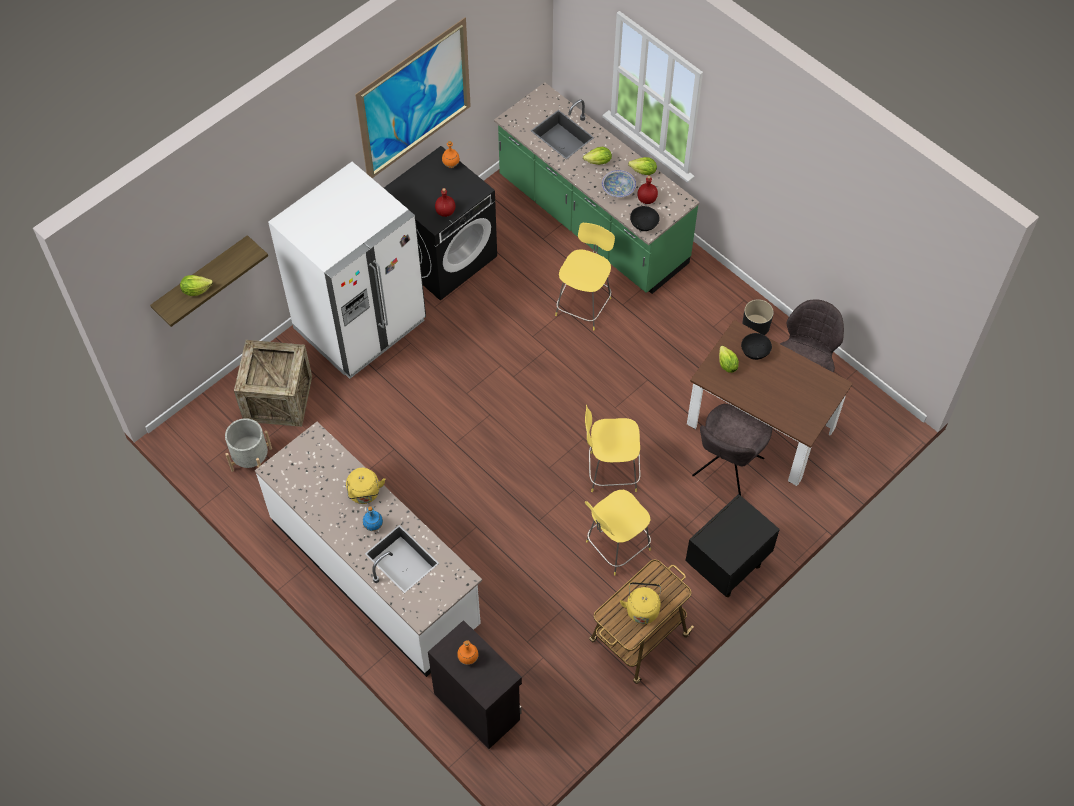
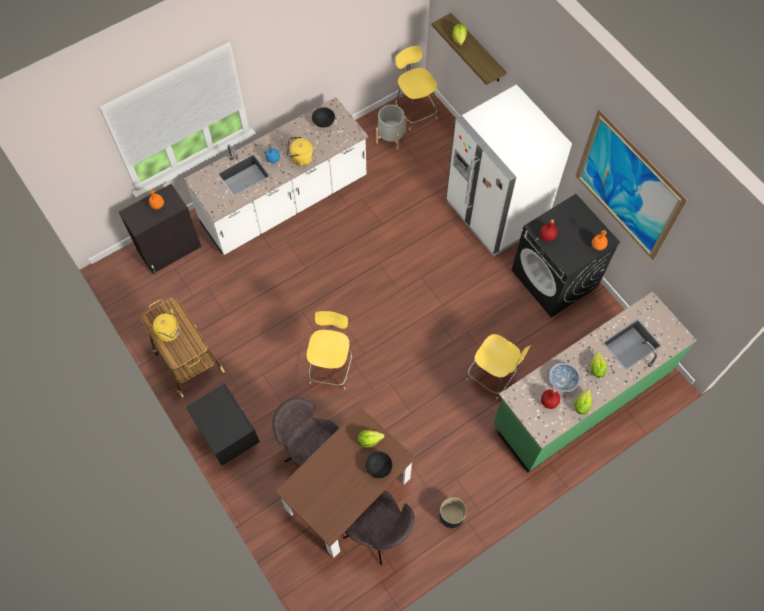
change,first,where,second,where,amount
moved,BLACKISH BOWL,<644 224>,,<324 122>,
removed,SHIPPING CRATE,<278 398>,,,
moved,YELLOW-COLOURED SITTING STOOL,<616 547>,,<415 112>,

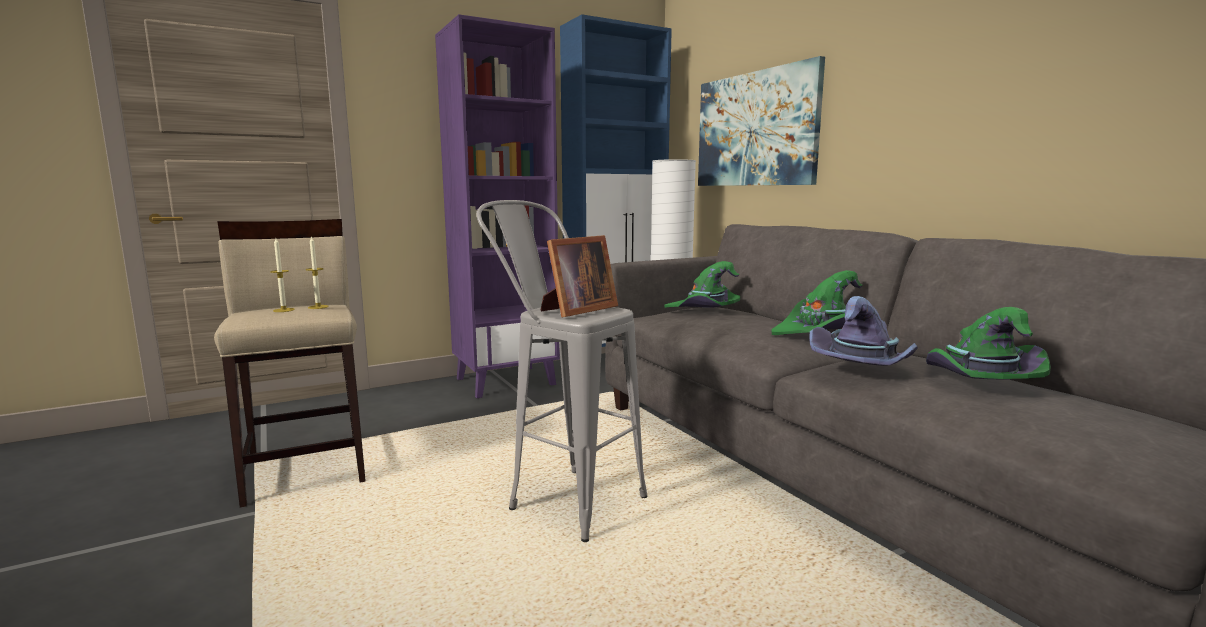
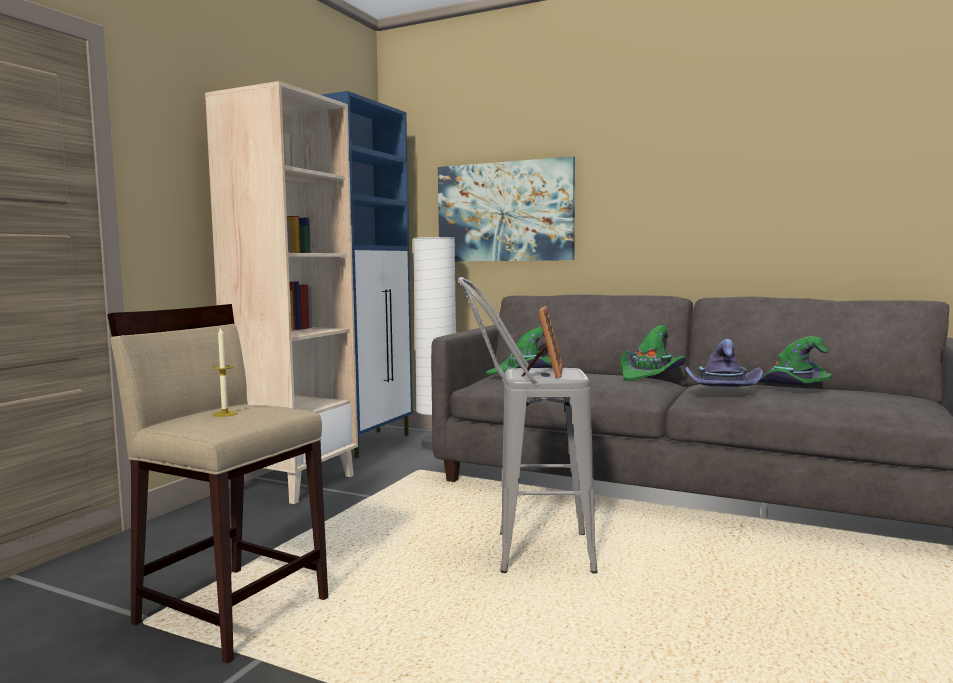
change,first,where,second,where,amount
recoloured,PURPLISH BOOKSHELF,<506 381>,BEIGE BOOKSHELF,<295 483>,
removed,CANDLE,<318 307>,,,

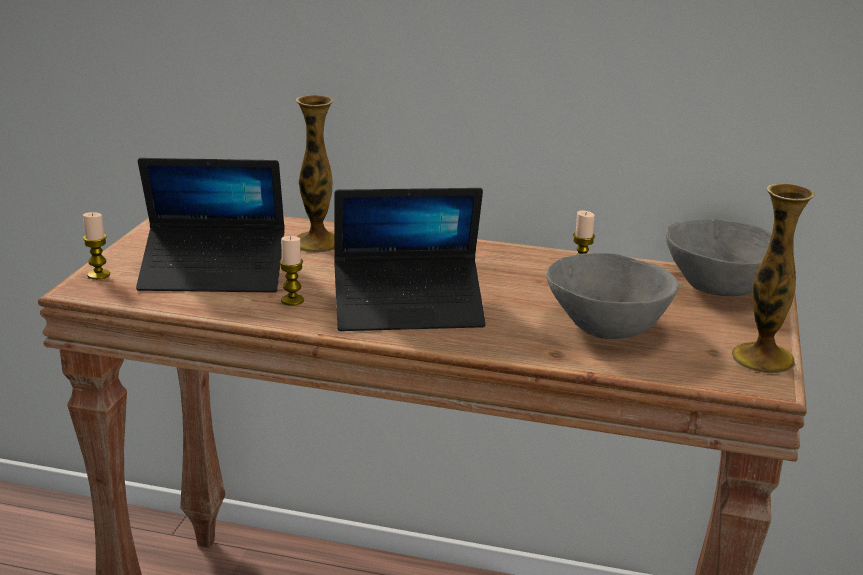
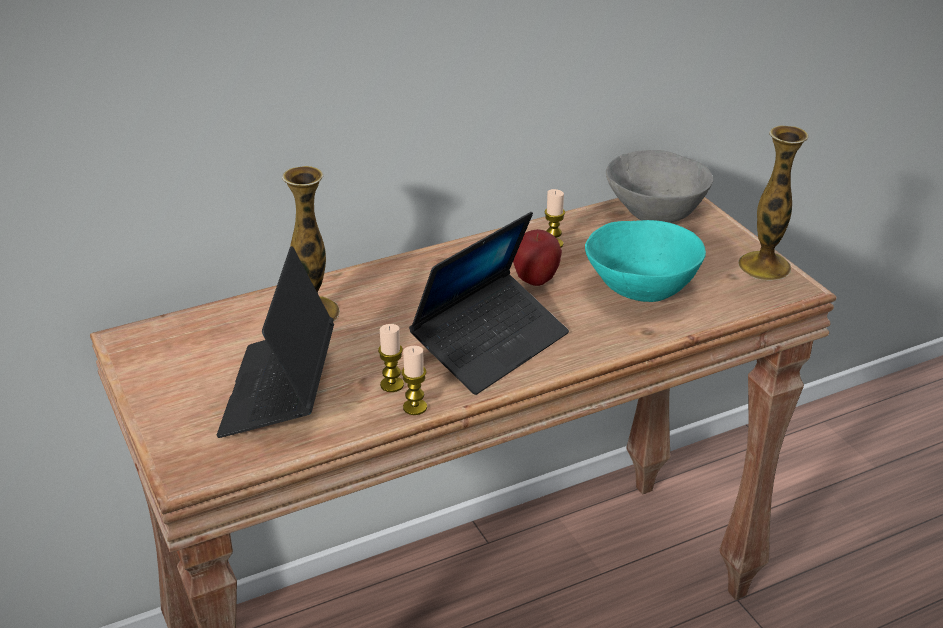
change,first,where,second,where,amount
turned,LAPTOP,<214 273>,,<279 392>,135 degrees clockwise
moved,CANDLE,<98 275>,,<415 407>,
recoloured,GREY BOWL,<608 326>,TURQUOISE BOWL,<643 287>,
added,,,APPLE,<535 280>,

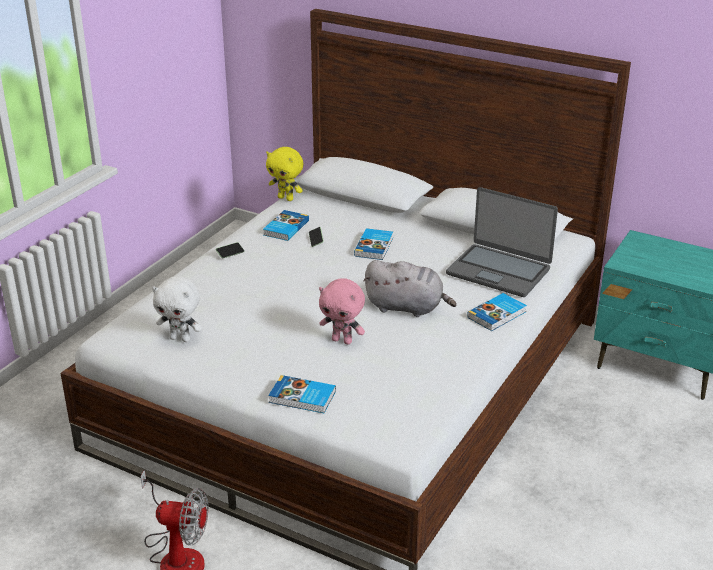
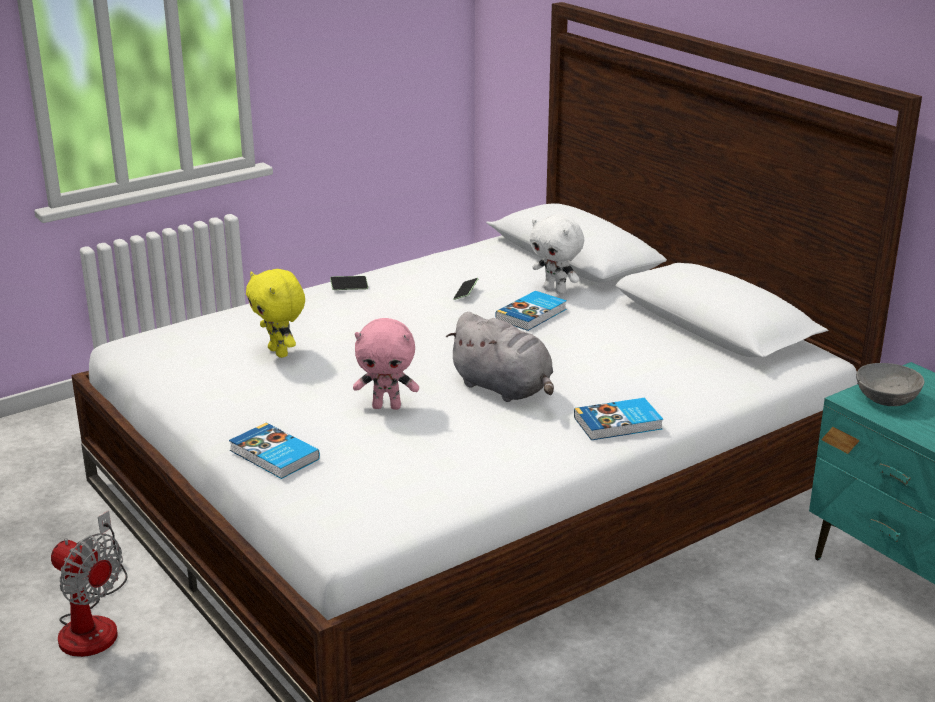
change,first,where,second,where,amount
moved,YELLOW-COLOURED CUDDLY TOY,<286 198>,,<280 352>,
removed,LAPTOP,<499 271>,,,
removed,BOUND BOOK,<285 228>,,,
moved,WHITE-COLOURED CUDDLY TOY,<181 338>,,<555 290>,
turned,PINK-COLOURED CUDDLY TOY,<342 340>,,<387 406>,45 degrees counterclockwise
added,,,GREY BOWL,<887 398>,

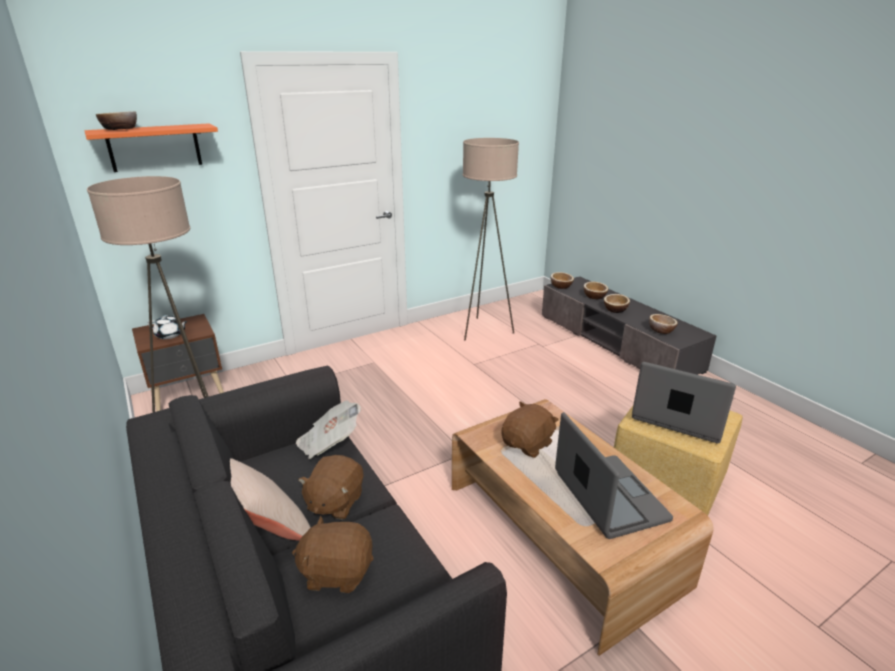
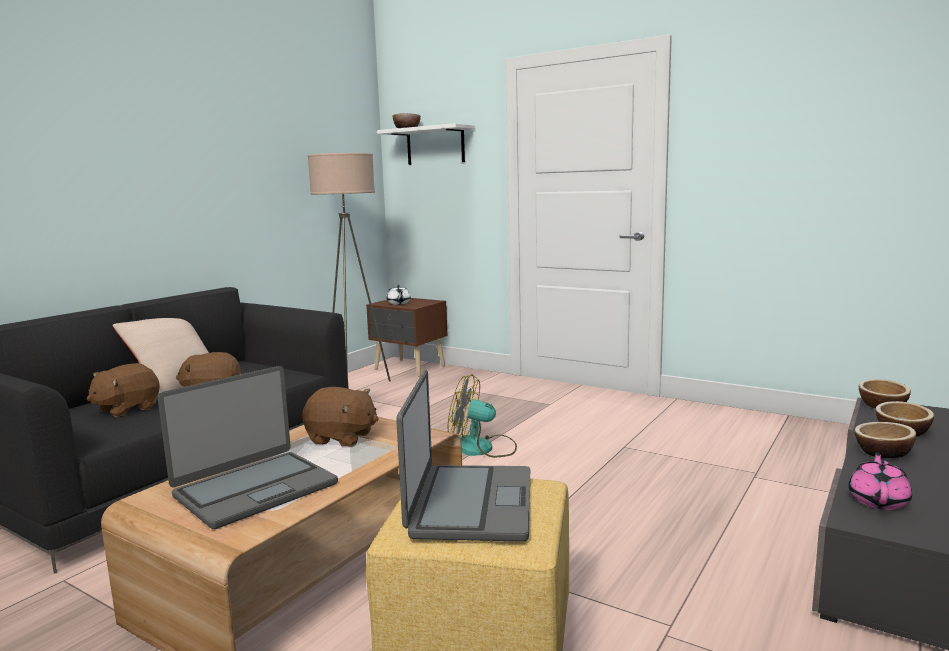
change,first,where,second,where,amount
recoloured,ORANGE SHELF,<154 147>,WHITE-COLOURED SHELF,<435 146>,
removed,BEIGE STANDARD LAMP,<484 330>,,,
replaced,BOWL,<661 330>,PINK-COLOURED TEAPOT,<878 500>,
removed,DAILY PAPER,<329 443>,,,
turned,BROWN-COLOURED CUDDLY TOY,<337 571>,,<127 409>,120 degrees counterclockwise
added,,,COOLING FAN,<482 448>,

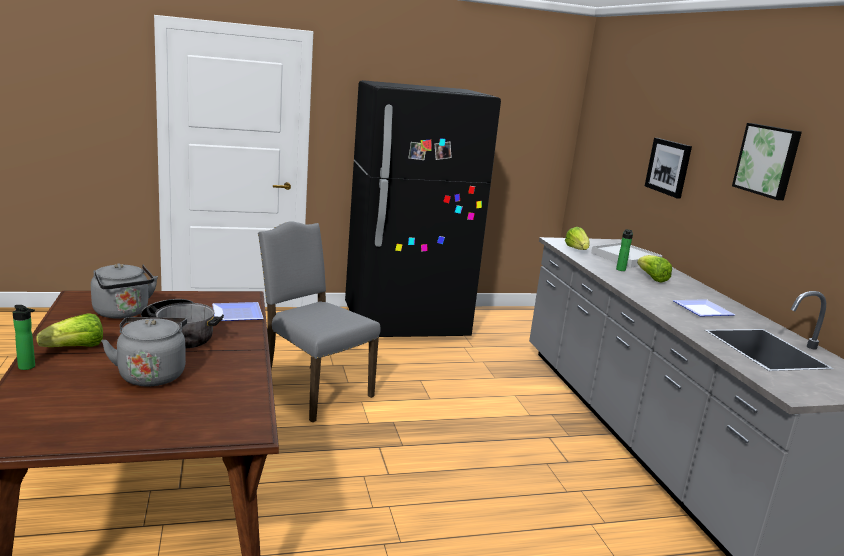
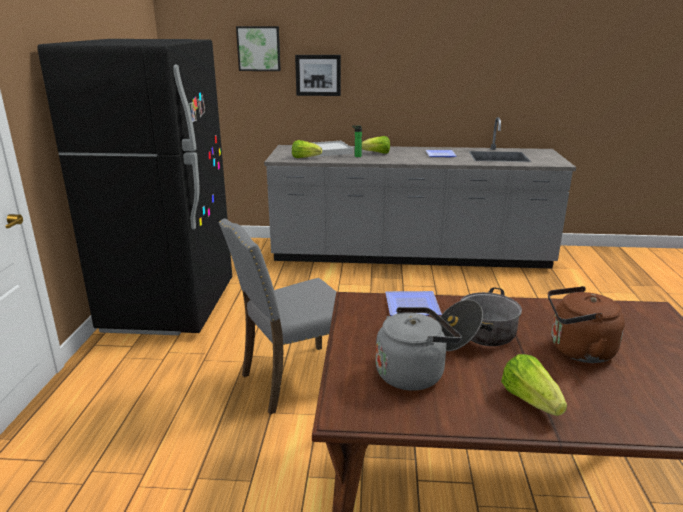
change,first,where,second,where,amount
moved,WALL ART,<768 160>,,<259 48>,
removed,BOTTLE,<28 367>,,,
recoloured,GREY WATER KETTLE,<152 374>,BROWN-COLOURED WATER KETTLE,<577 351>,

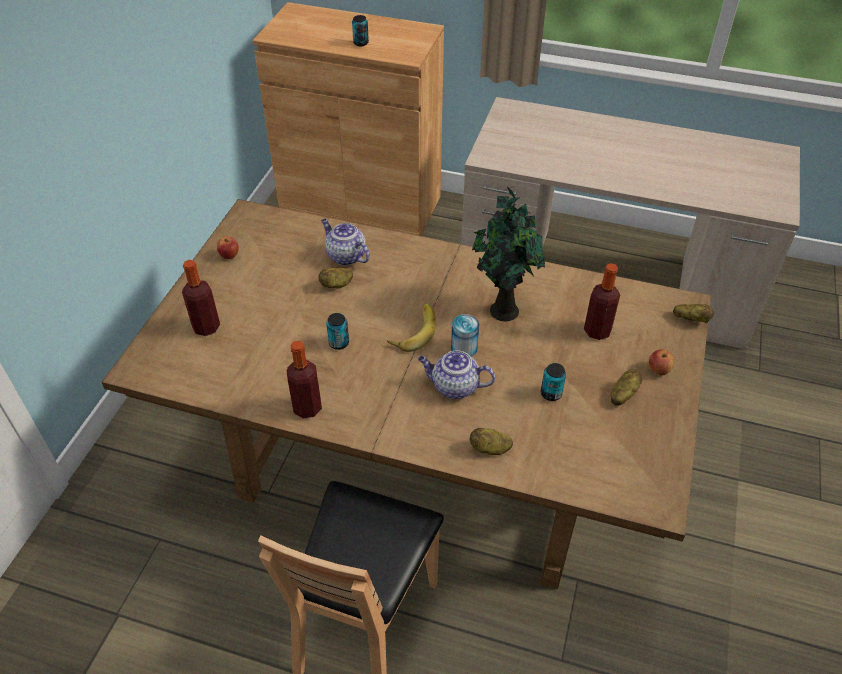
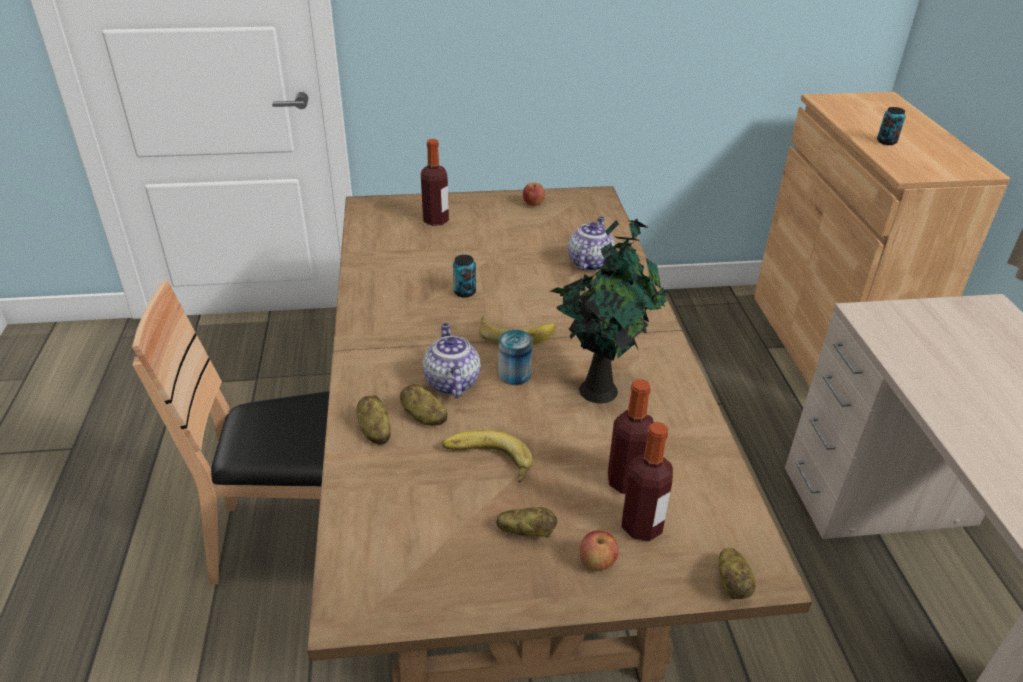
change,first,where,second,where,amount
moved,POTATO,<336 285>,,<423 417>,
moved,BOTTLE,<307 408>,,<641 526>,
replaced,CAN,<551 393>,WHOLE BANANA,<486 462>,

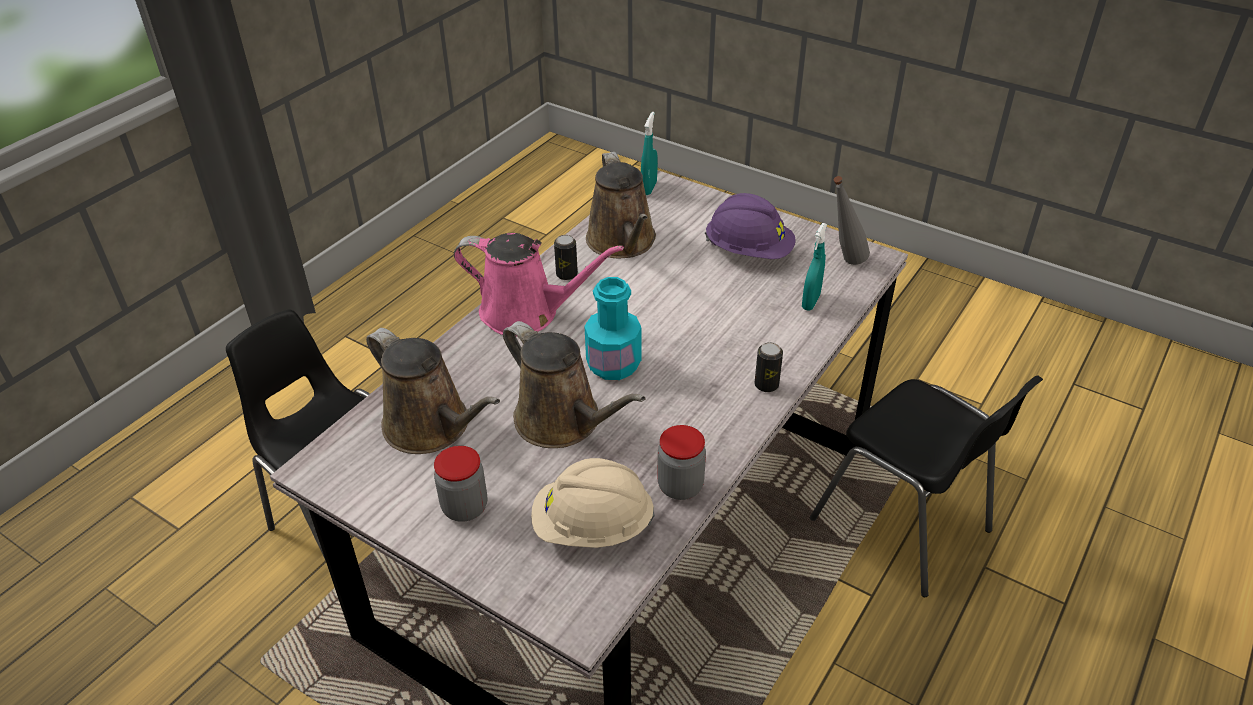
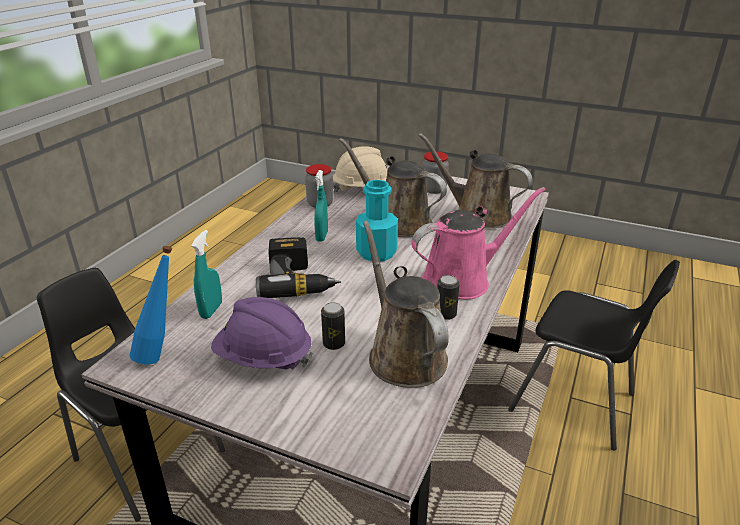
change,first,where,second,where,amount
moved,TURQUOISE SPRAYER,<649 188>,,<322 236>,
recoloured,GREY BOTTLE,<843 263>,BLUE BOTTLE,<162 353>,
turned,PINK-COLOURED WATERING CAN,<527 313>,,<462 279>,150 degrees clockwise
moved,CAN,<766 385>,,<334 344>,
added,,,DRILL,<299 280>,

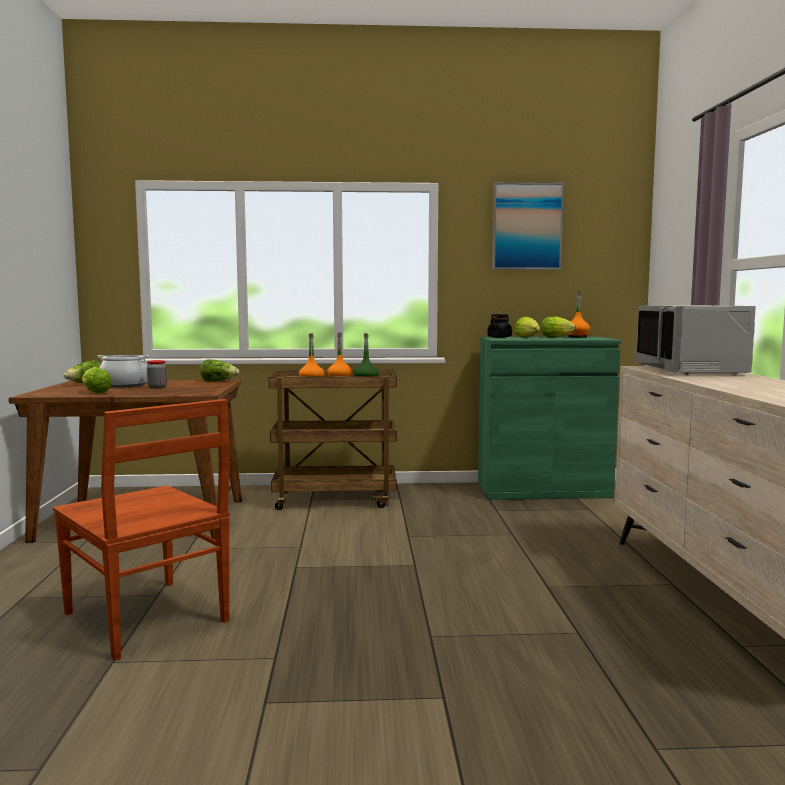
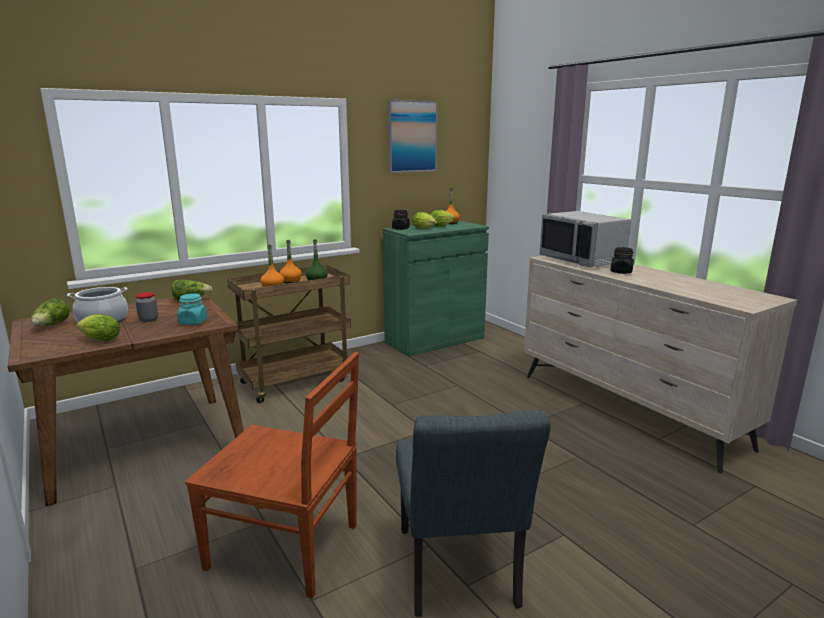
change,first,where,second,where,amount
added,,,BLACKISH STORAGE JAR,<621 272>,
added,,,TURQUOISE STORAGE JAR,<193 322>,
added,,,GREY UPRIGHT CHAIR,<459 575>,

